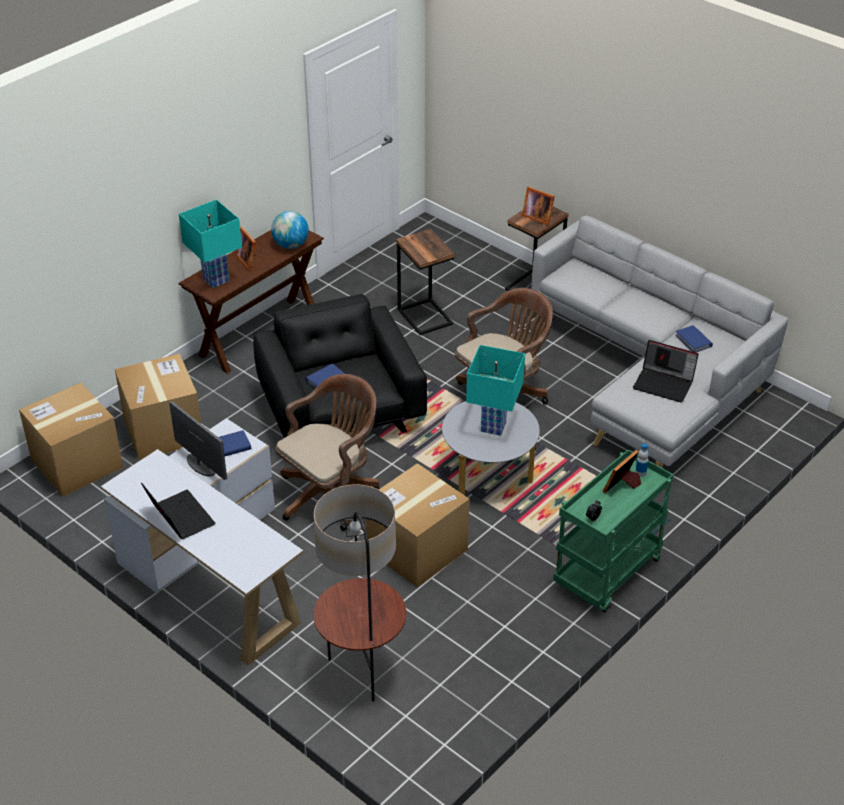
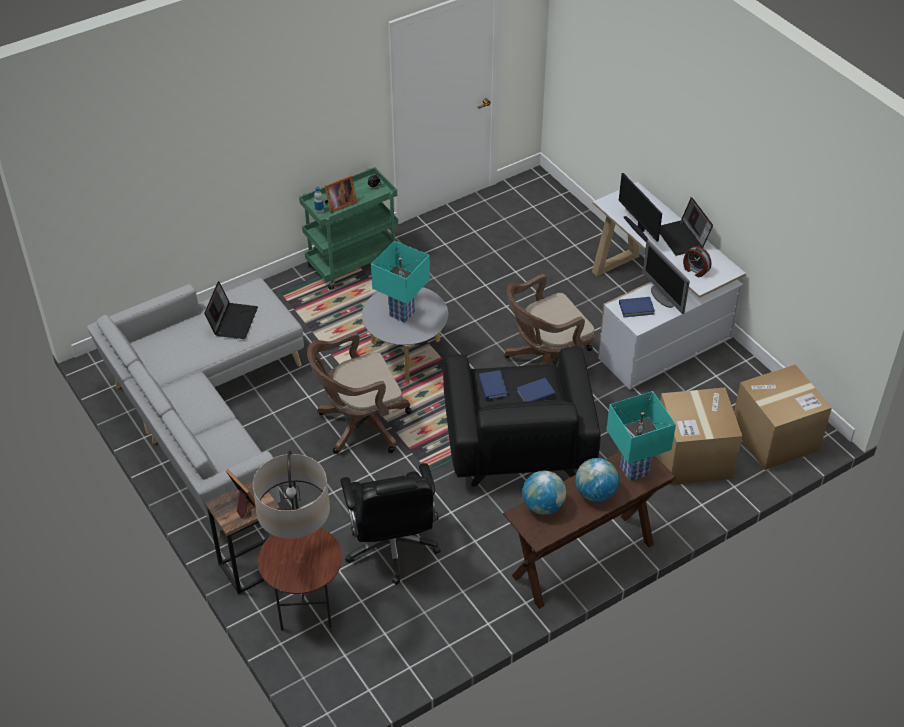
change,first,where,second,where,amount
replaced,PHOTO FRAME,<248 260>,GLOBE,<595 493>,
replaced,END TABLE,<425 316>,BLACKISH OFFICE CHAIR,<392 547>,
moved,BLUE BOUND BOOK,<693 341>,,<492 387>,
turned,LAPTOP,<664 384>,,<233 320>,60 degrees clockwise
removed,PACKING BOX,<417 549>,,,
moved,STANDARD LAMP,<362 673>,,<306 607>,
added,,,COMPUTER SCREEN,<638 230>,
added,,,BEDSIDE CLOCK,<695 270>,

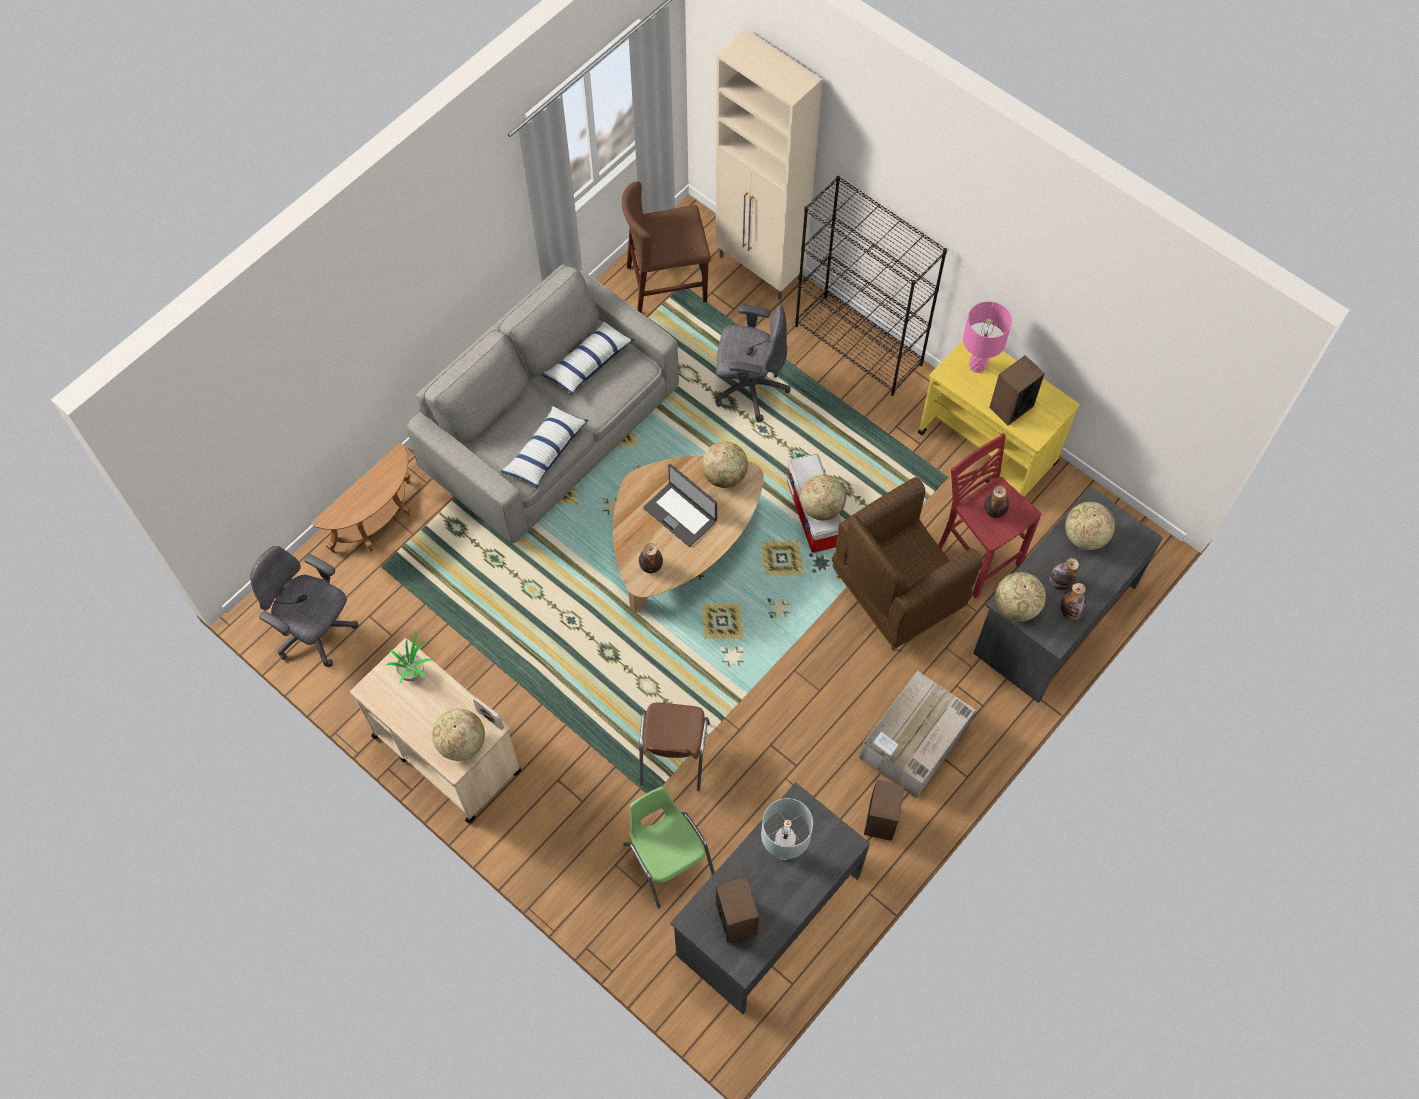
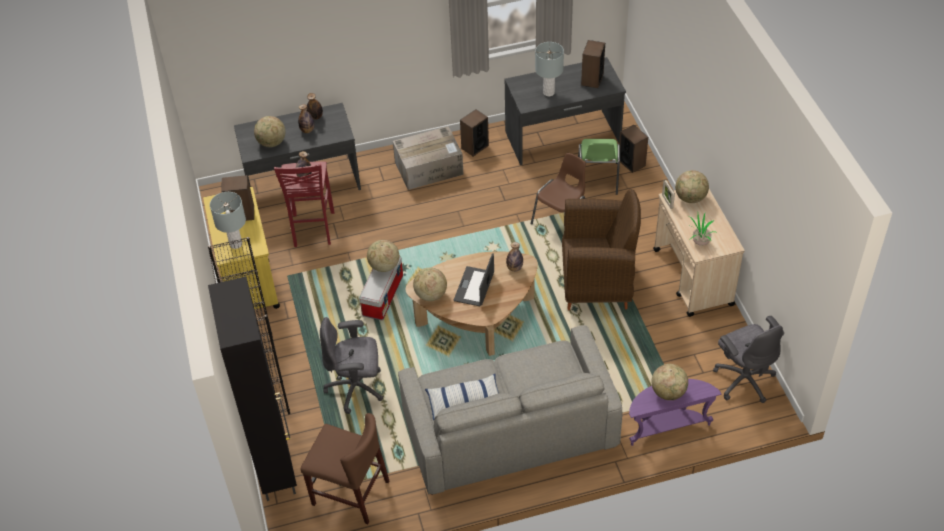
change,first,where,second,where,amount
recoloured,BEIGE CUPBOARD,<760 269>,BLACKISH CUPBOARD,<275 467>,
recoloured,PINK-COLOURED LAMP FOR A TABLE,<977 366>,GREY LAMP FOR A TABLE,<236 244>,
turned,GREY OFFICE CHAIR,<749 388>,,<356 388>,45 degrees counterclockwise
removed,PILLOW,<546 451>,,,
recoloured,BROWN-COLOURED END TABLE,<379 524>,PURPLISH END TABLE,<667 426>,
turned,LAPTOP,<680 514>,,<475 287>,150 degrees counterclockwise
moved,BROWN-COLOURED EASY CHAIR,<896 594>,,<597 284>,
moved,GLOBE,<1016 607>,,<668 392>,
added,,,SPEAKER,<631 163>,

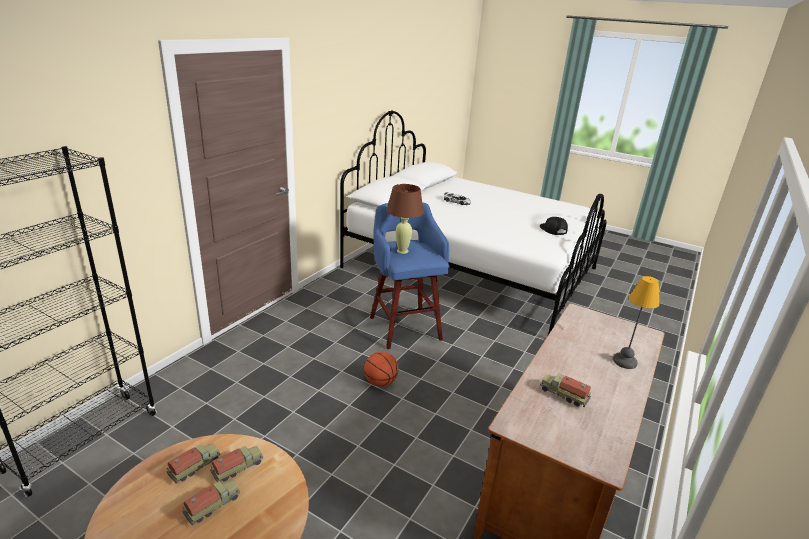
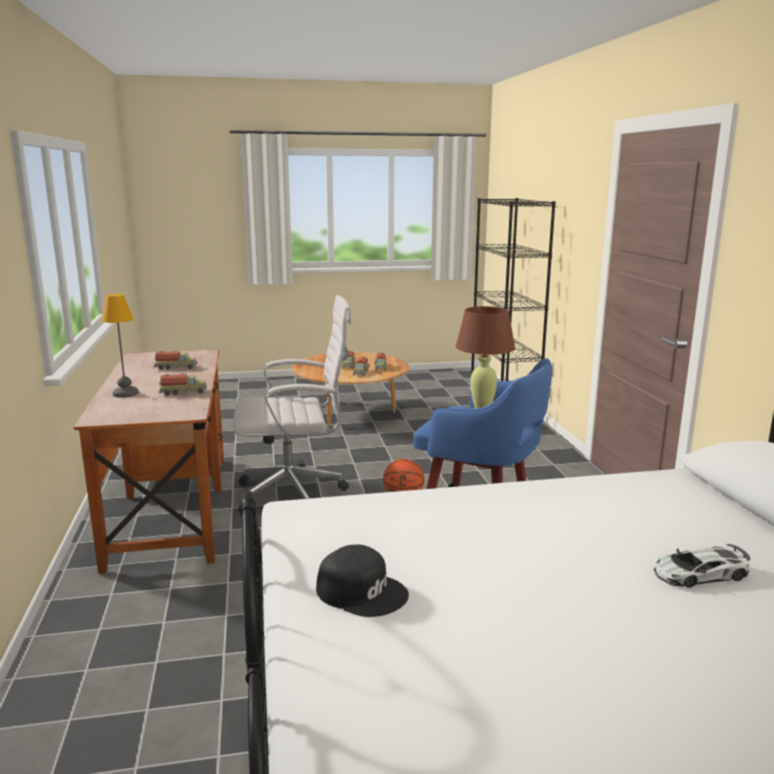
change,first,where,second,where,amount
added,,,WHITE-COLOURED OFFICE CHAIR,<296 494>,
added,,,TOY LORRY,<183 392>,

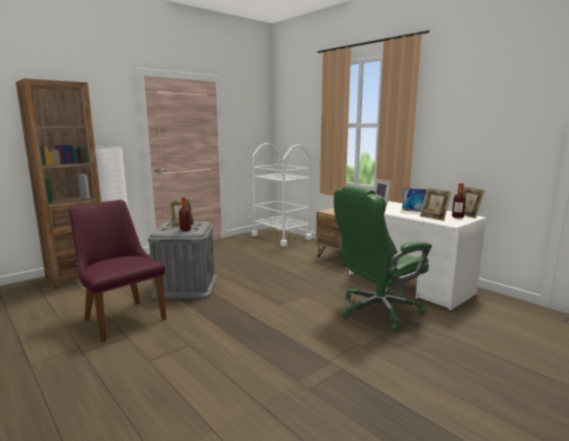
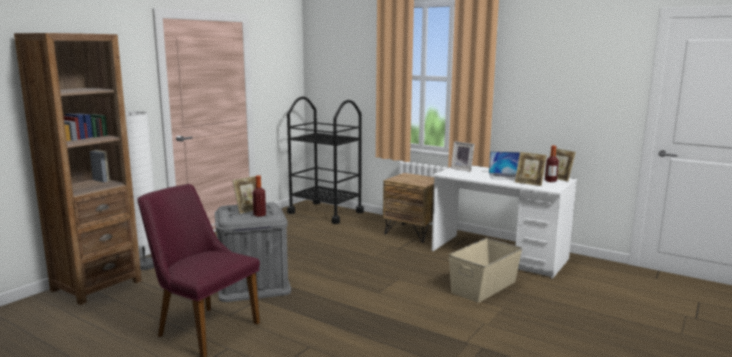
change,first,where,second,where,amount
recoloured,WHITE-COLOURED WHEELED CART,<281 237>,BLACKISH WHEELED CART,<325 212>,
replaced,GREEN OFFICE CHAIR,<377 310>,BEIGE STORAGE BIN,<483 286>,

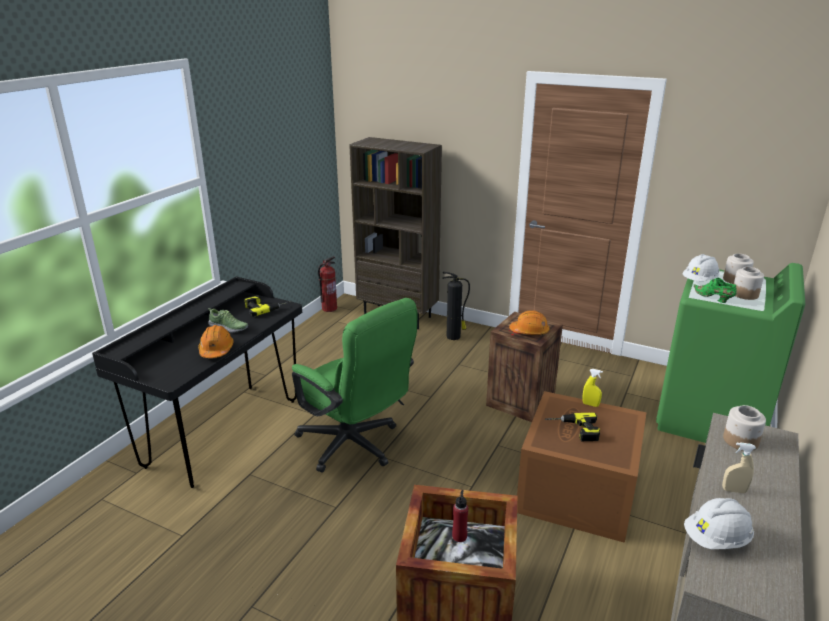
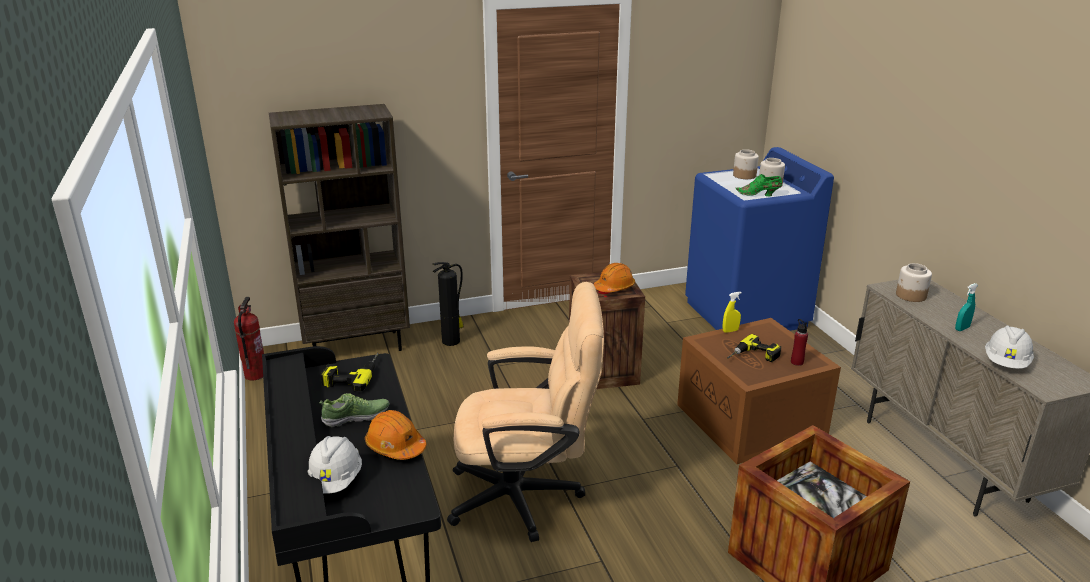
change,first,where,second,where,amount
moved,WHITE-COLOURED HARD HAT,<699 281>,,<335 481>,
recoloured,GREEN WASHING MACHINE,<710 418>,BLUE WASHING MACHINE,<746 314>,
recoloured,GREEN OFFICE CHAIR,<355 446>,BEIGE OFFICE CHAIR,<527 497>,
recoloured,BEIGE SPRAYER,<734 490>,TURQUOISE SPRAYER,<962 328>,
moved,RED-COLOURED BOTTLE,<459 536>,,<797 362>,

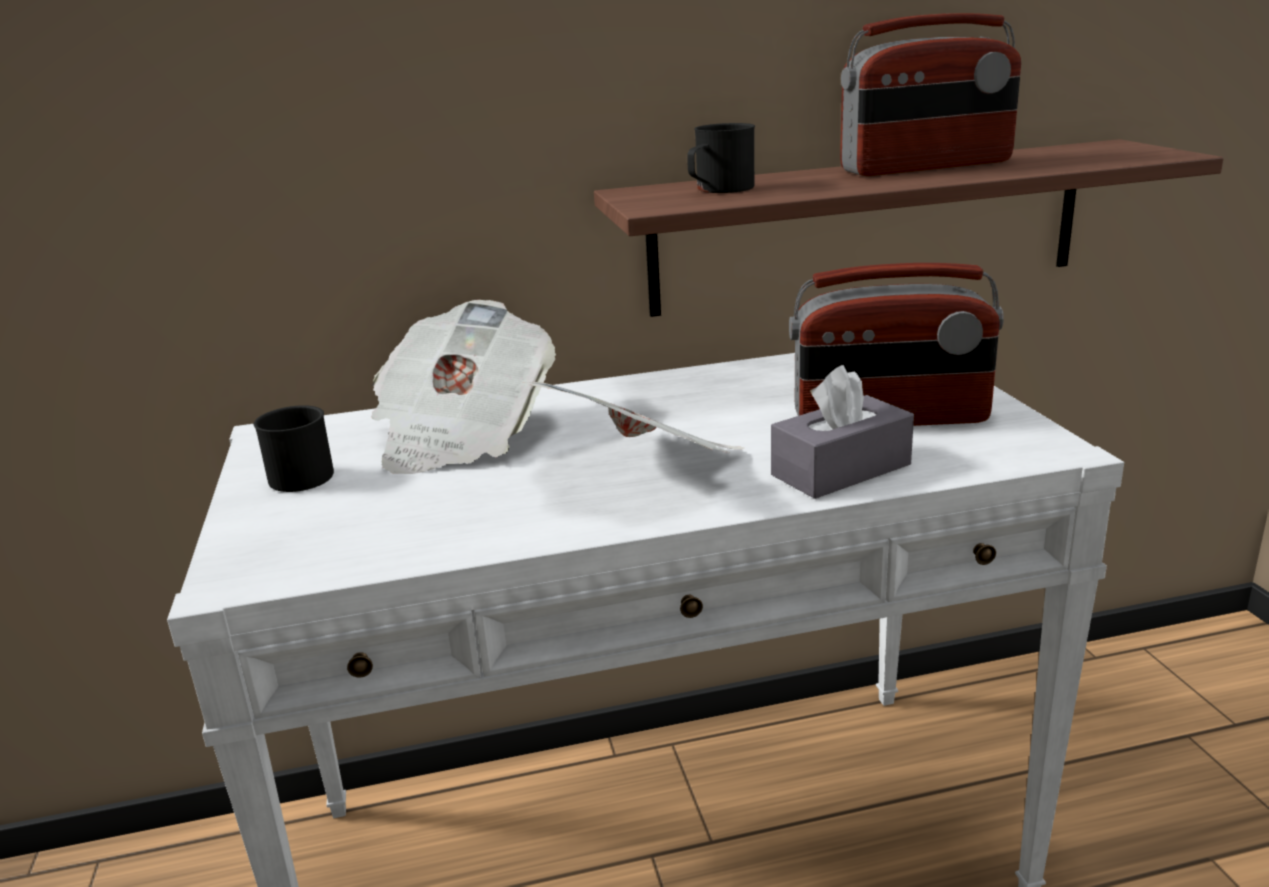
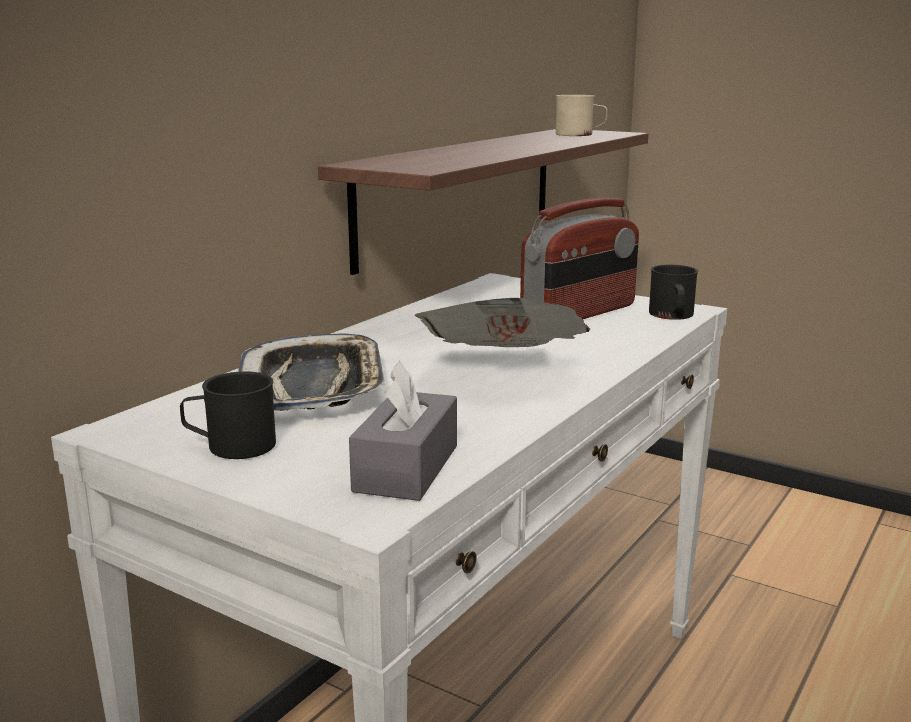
change,first,where,second,where,amount
removed,RADIO SET,<926 167>,,,
moved,BLACKISH COFFEE MUG,<718 189>,,<672 316>,
replaced,DAILY PAPER,<461 435>,SERVING TRAY,<313 386>,
moved,GREY TISSUE BOX,<841 470>,,<406 468>,
added,,,BEIGE COFFEE MUG,<580 134>,

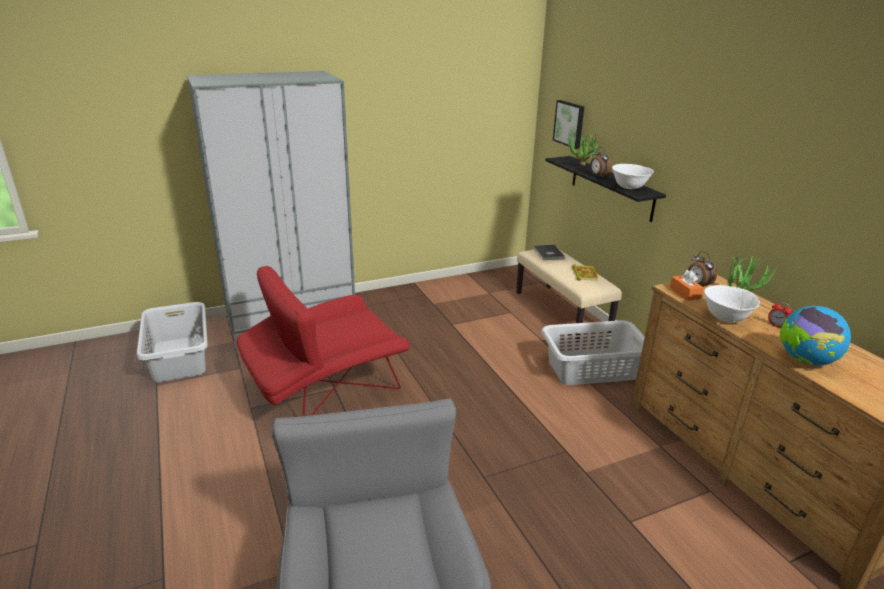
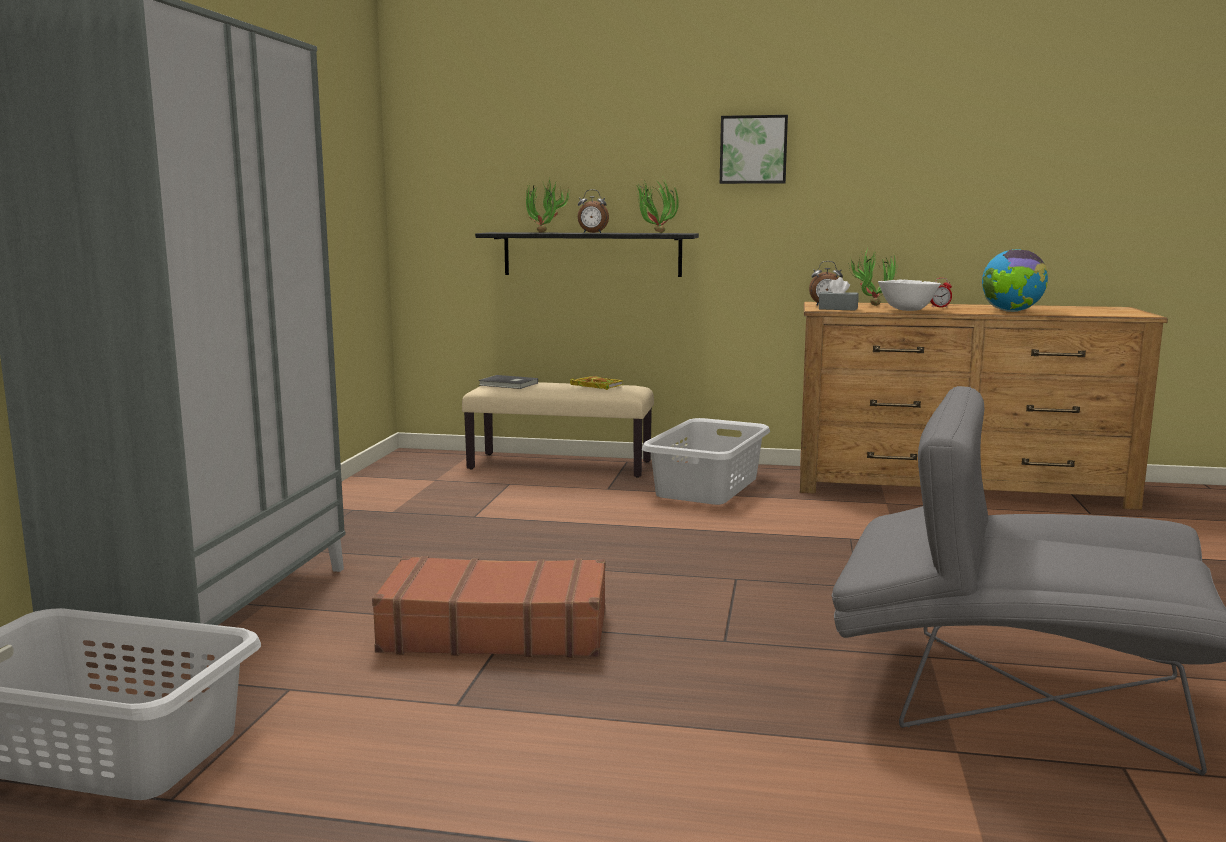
change,first,where,second,where,amount
moved,WALL ART,<570 124>,,<753 150>,
replaced,WHITE-COLOURED BOWL,<629 187>,PLANT IN A POT,<653 233>,
replaced,RED-COLOURED EASY CHAIR,<324 387>,BROWN-COLOURED SUITCASE,<495 630>,
recoloured,ORANGE TISSUE BOX,<684 293>,GREY TISSUE BOX,<838 309>,

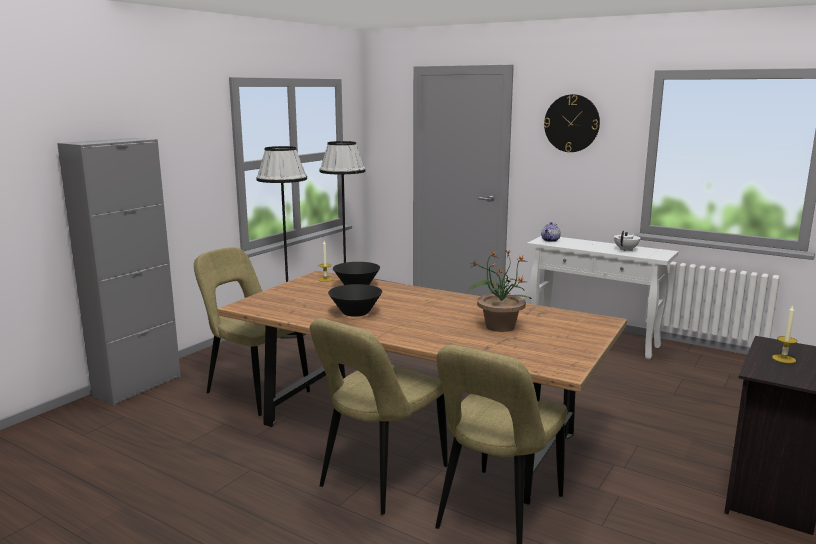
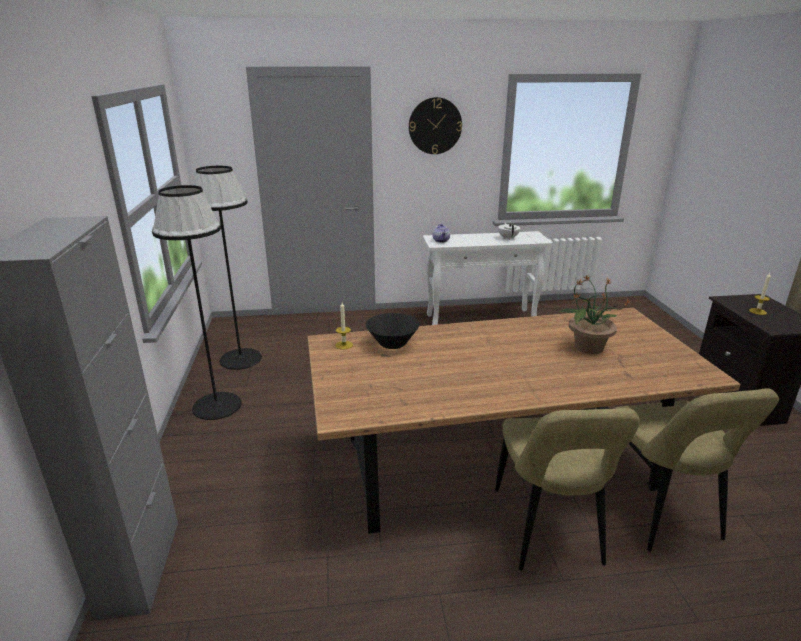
change,first,where,second,where,amount
removed,BEIGE UPRIGHT CHAIR,<254 392>,,,
removed,BLACKISH BOWL,<355 313>,,,

